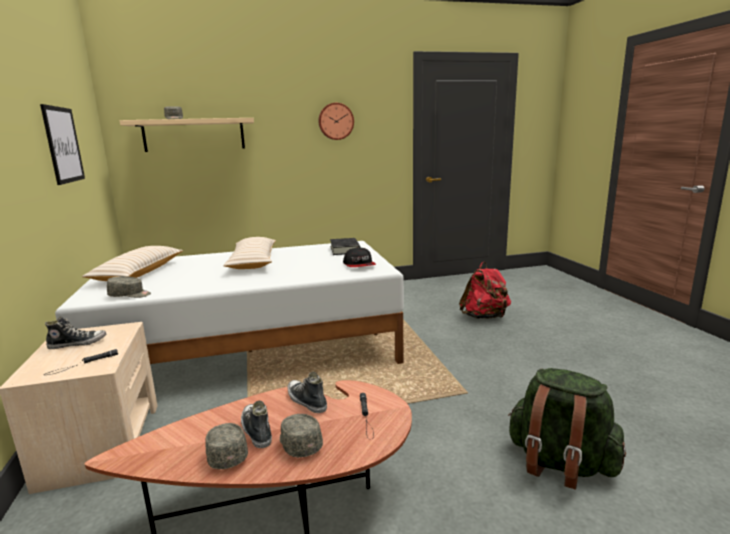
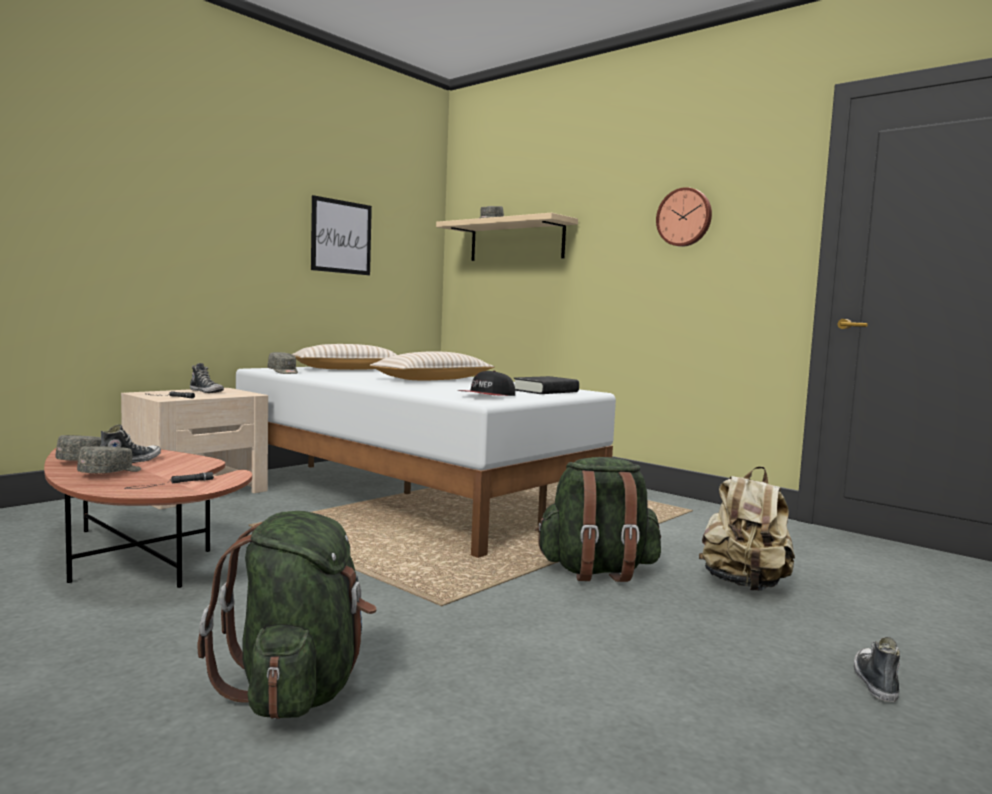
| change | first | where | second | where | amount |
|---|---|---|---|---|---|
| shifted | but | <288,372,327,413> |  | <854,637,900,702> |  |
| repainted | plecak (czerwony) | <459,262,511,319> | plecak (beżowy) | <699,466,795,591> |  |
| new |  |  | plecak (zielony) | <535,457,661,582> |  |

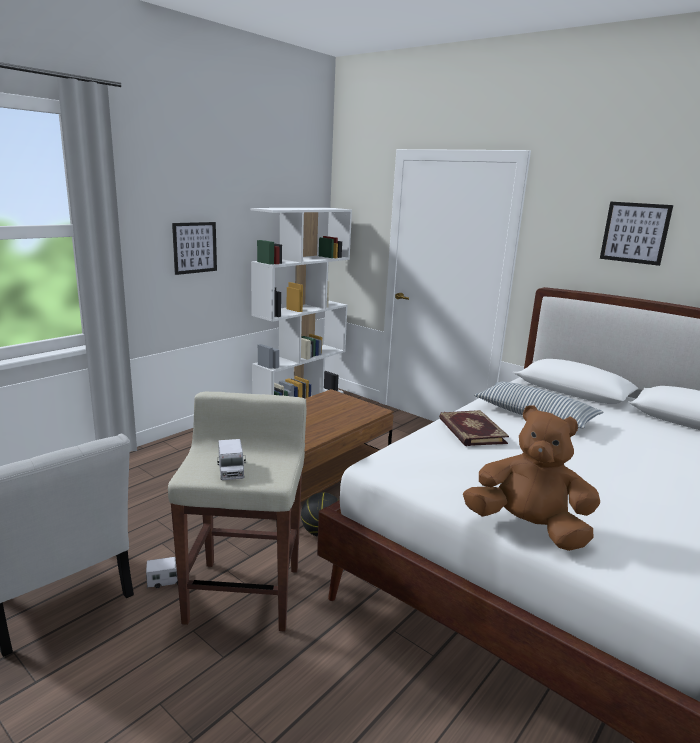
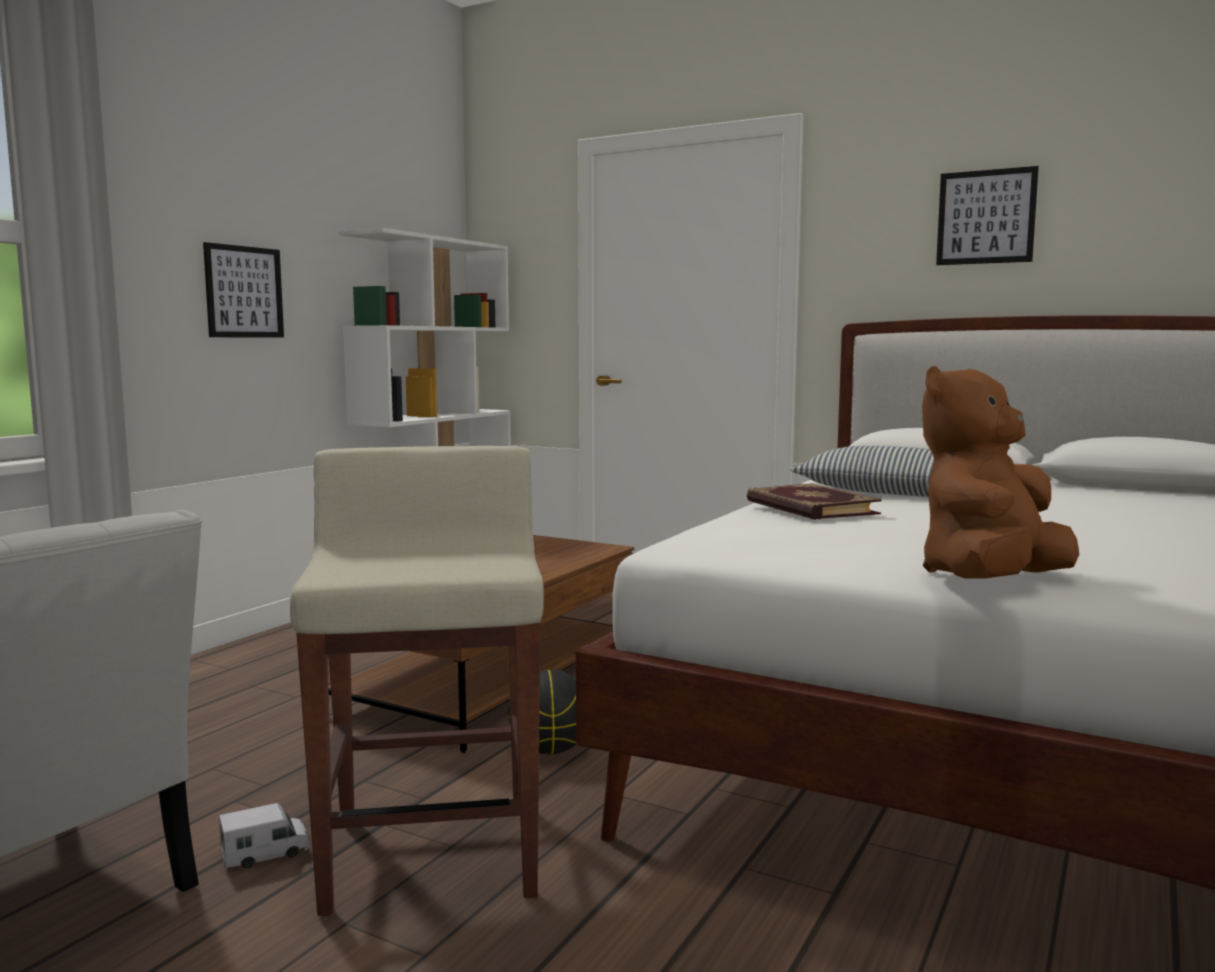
| change | first | where | second | where | amount |
|---|---|---|---|---|---|
| gone | ciężarówka zabawkowa | <217,439,246,480> |  |  |  |
| rotated | pluszak (brązowy) | <463,405,600,551> |  | <922,366,1079,579> | 60 degrees counterclockwise |

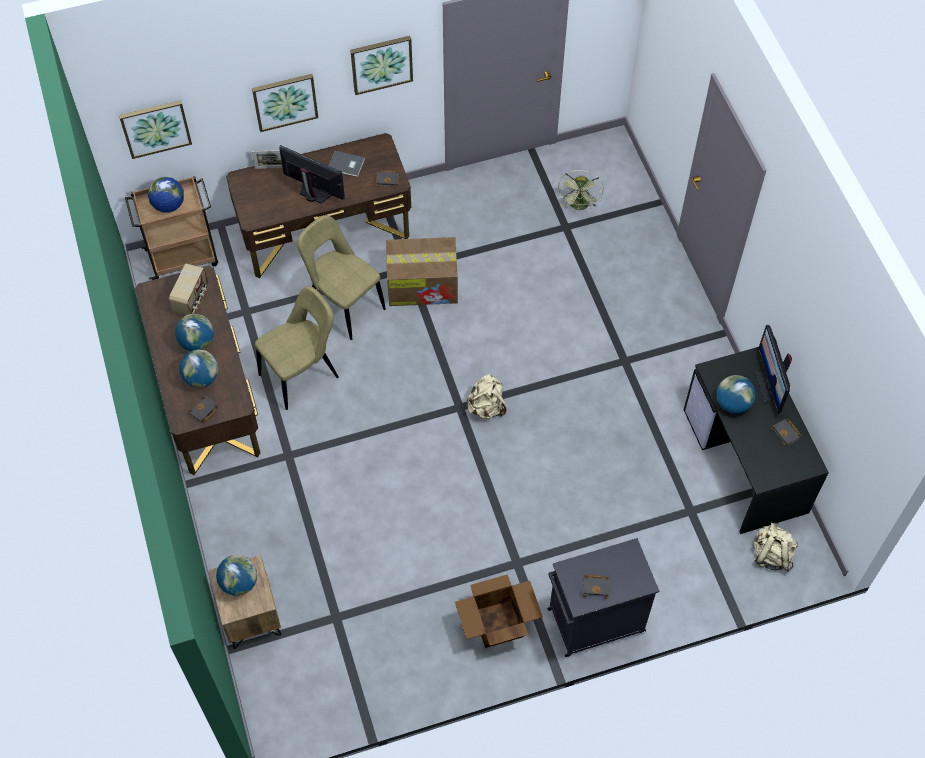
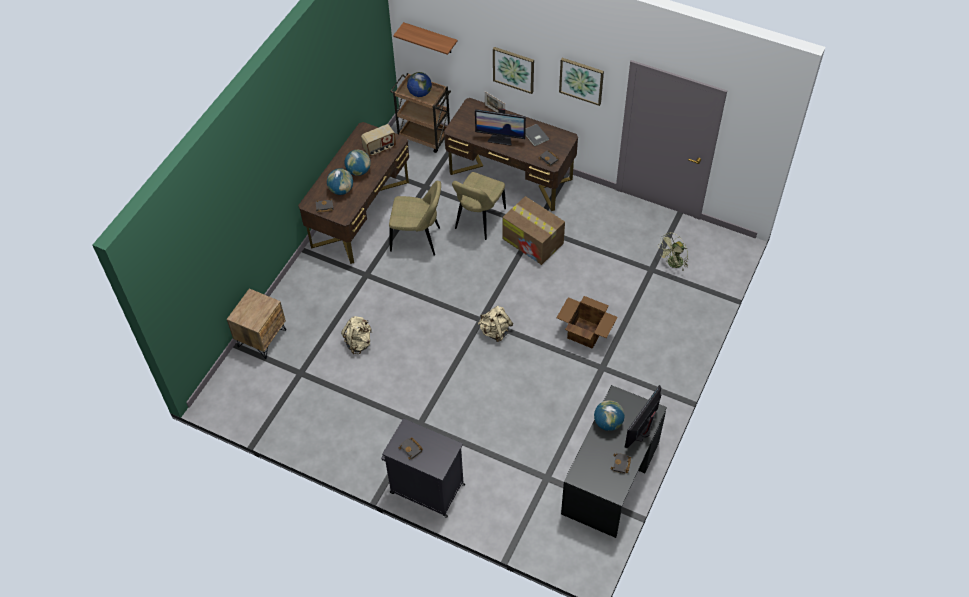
| change | first | where | second | where | amount |
|---|---|---|---|---|---|
| swapped | obraz | <119,100,192,159> | półka | <393,22,457,55> |  |
| gone | globus | <216,555,257,596> |  |  |  |
| rotated | monitor | <279,145,345,203> |  | <475,108,526,146> | 120 degrees clockwise |
| rotated | krzesło (beżowy) | <297,215,386,340> |  | <452,172,506,240> | 150 degrees counterclockwise |
| shifted | karton | <455,574,543,648> |  | <556,296,618,349> |  |
| shifted | plecak (beżowy) | <754,523,798,572> |  | <341,316,372,354> |  |

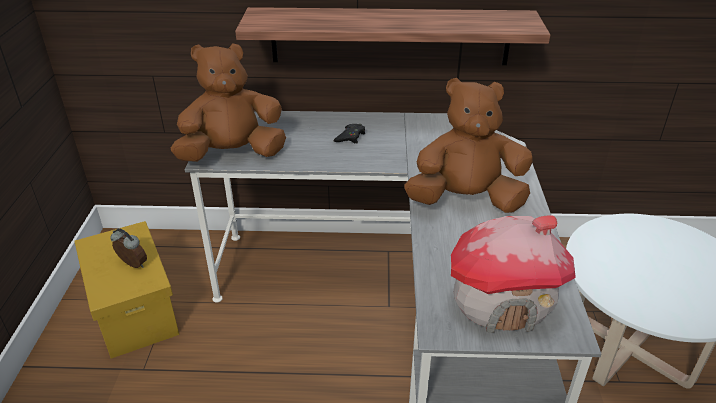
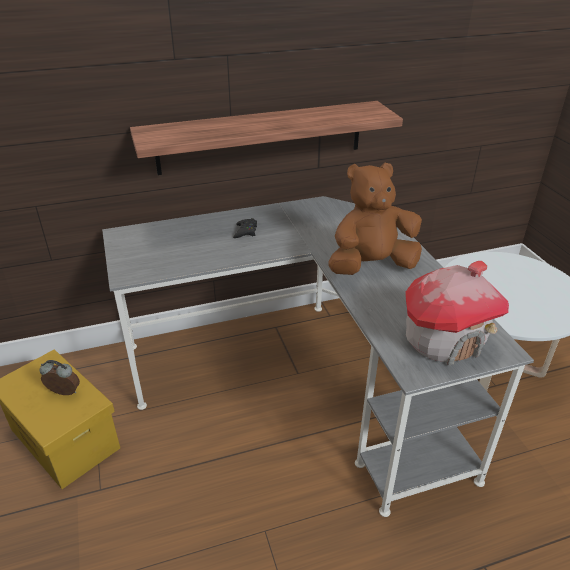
| change | first | where | second | where | amount |
|---|---|---|---|---|---|
| gone | pluszak (brązowy) | <171,43,286,162> |  |  |  |

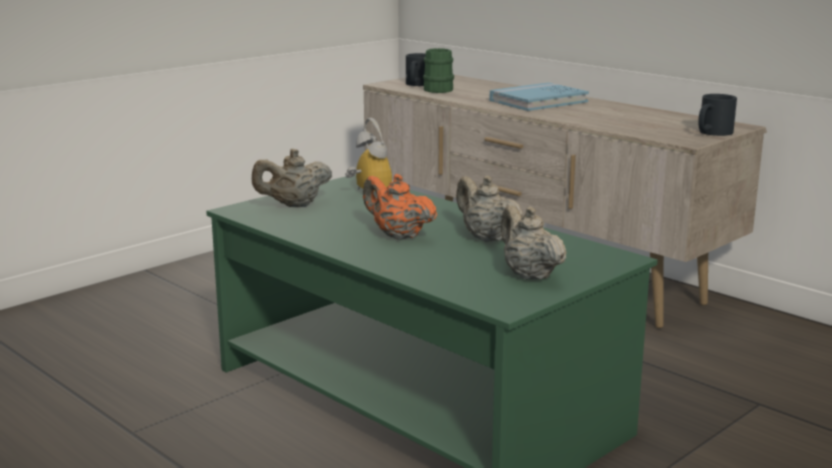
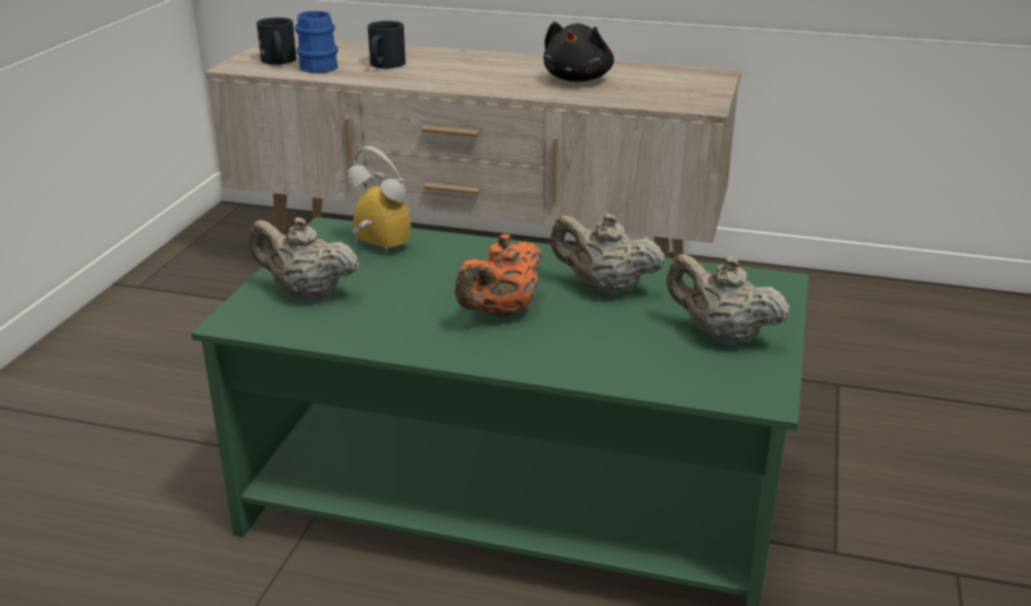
| change | first | where | second | where | amount |
|---|---|---|---|---|---|
| rotated | imbryk (beżowy) | <252,149,332,207> |  | <249,217,359,300> | 75 degrees clockwise |
| rotated | imbryk (pomarańczowy) | <363,174,437,240> |  | <455,234,542,318> | 60 degrees counterclockwise |
| repainted | kubek (zielony) | <423,48,454,93> | kubek (niebieski) | <295,11,338,73> |  |
| gone | książka (niebieski) | <489,82,589,111> |  |  |  |
| shifted | kubek (czarny) | <698,94,737,136> |  | <368,21,406,68> |  |
| new |  |  | pluszak (czarny) | <544,21,614,82> |  |

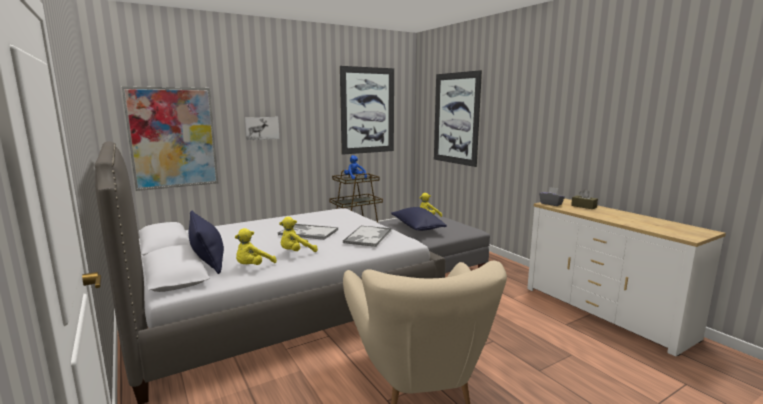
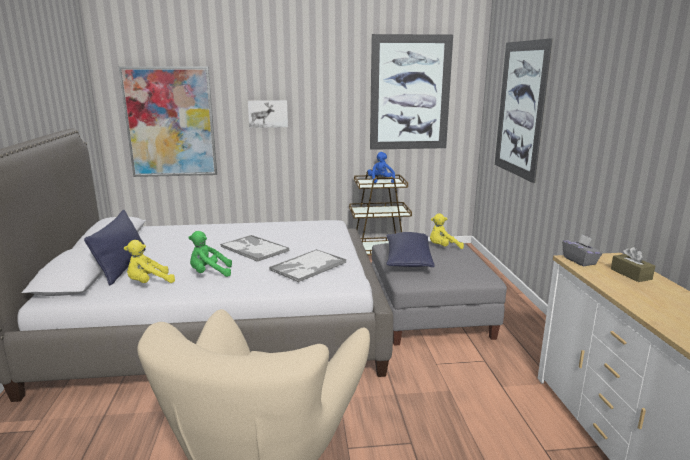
| change | first | where | second | where | amount |
|---|---|---|---|---|---|
| repainted | pluszak (żółty) | <279,217,318,252> | pluszak (zielony) | <188,231,232,277> |  |

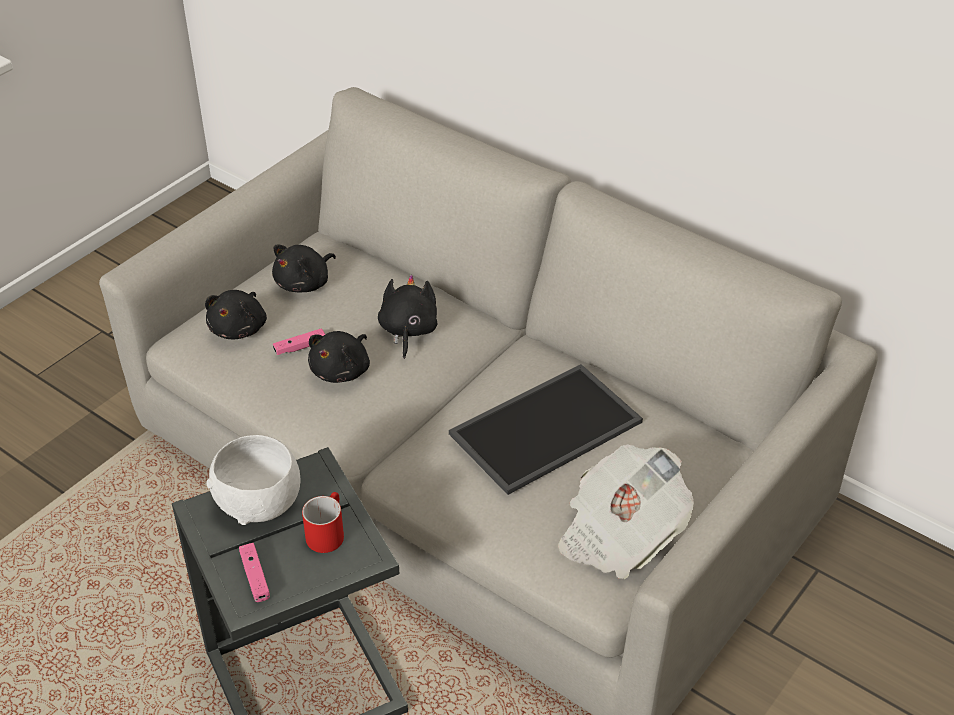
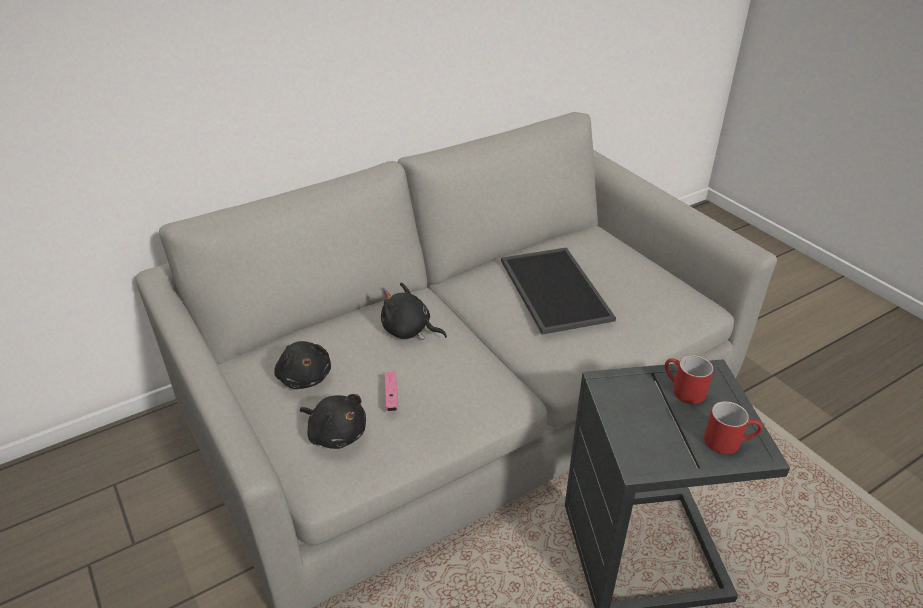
| change | first | where | second | where | amount |
|---|---|---|---|---|---|
| gone | miska (biały) | <207,435,300,525> |  |  |  |
| swapped | pad do gier (różowy) | <239,543,270,602> | kubek (czerwony) | <704,401,762,454> |  |
| gone | pluszak (czarny) | <308,331,370,383> |  |  |  |
| gone | gazeta | <558,444,694,579> |  |  |  |

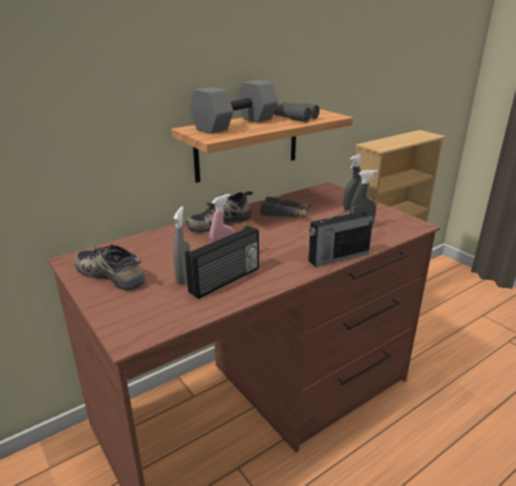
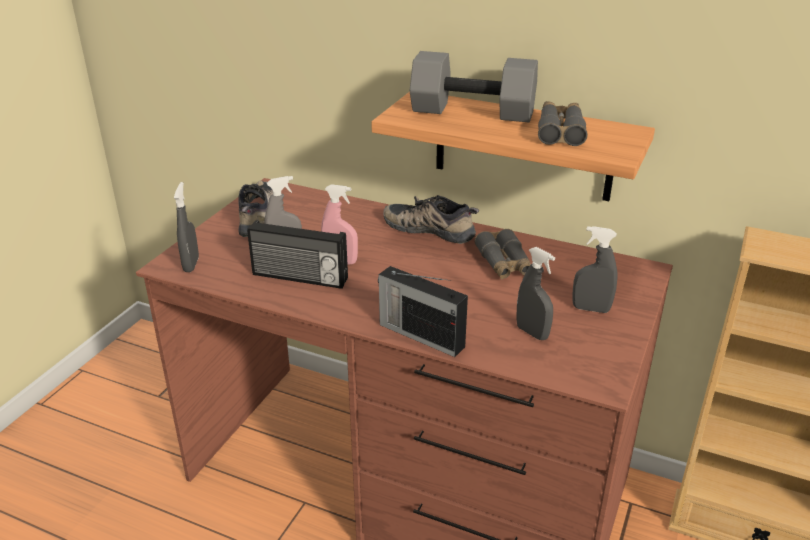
| change | first | where | second | where | amount |
|---|---|---|---|---|---|
| new |  |  | spryskiwacz (szary) | <174,182,199,272> |  |

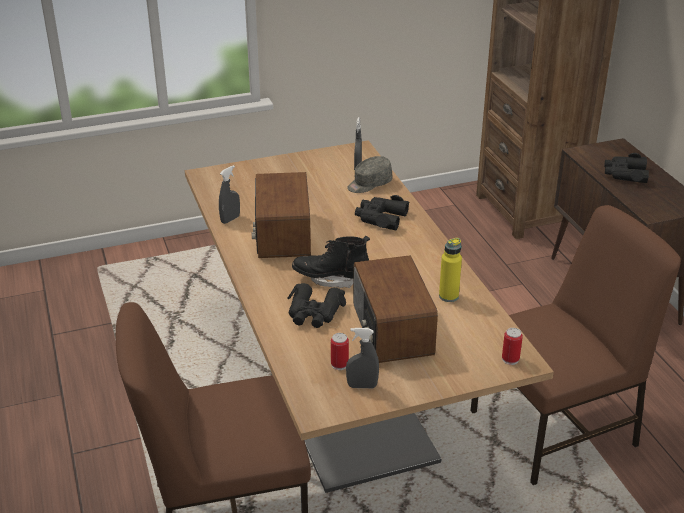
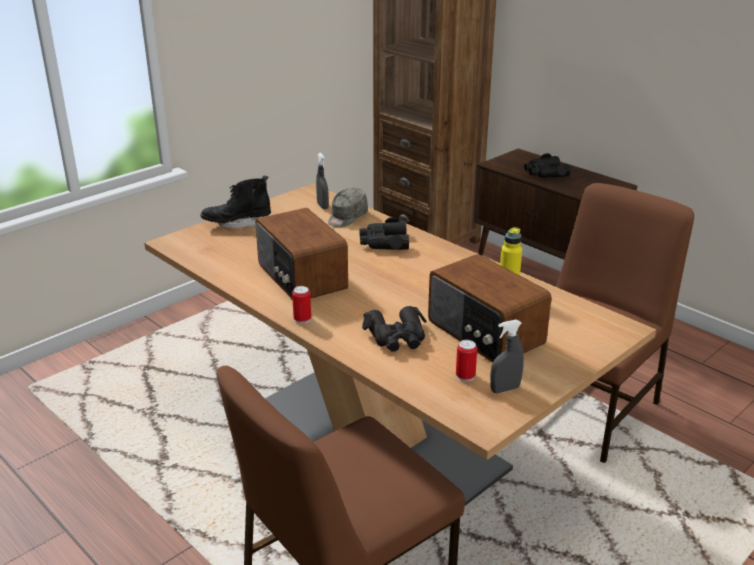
| change | first | where | second | where | amount |
|---|---|---|---|---|---|
| gone | spryskiwacz (szary) | <219,165,240,224> |  |  |  |
| shifted | but z cholewką (czarny) | <292,236,370,288> |  | <201,176,271,229> |  |
| shifted | puszka | <502,328,523,365> |  | <292,286,311,324> |  |

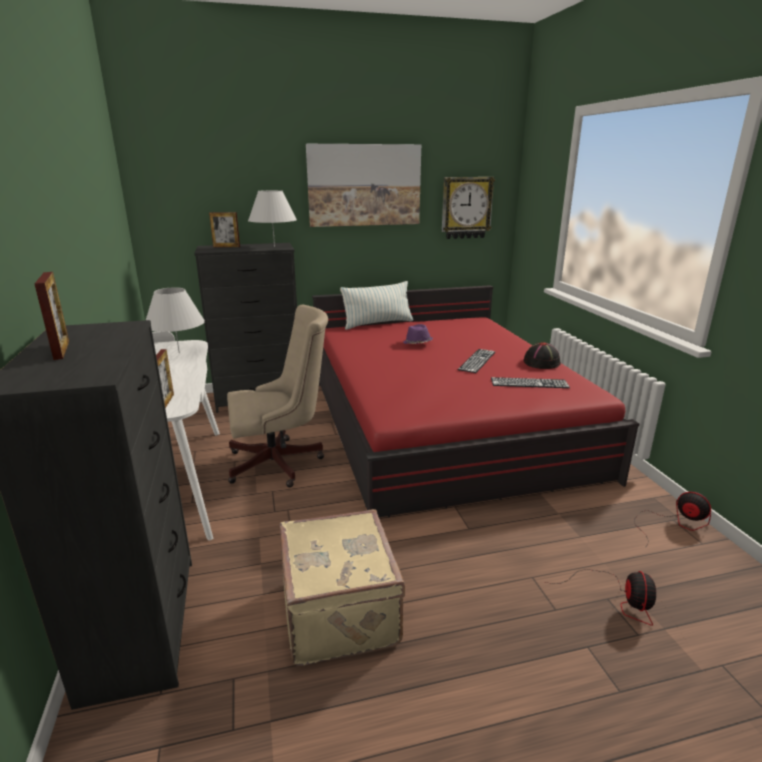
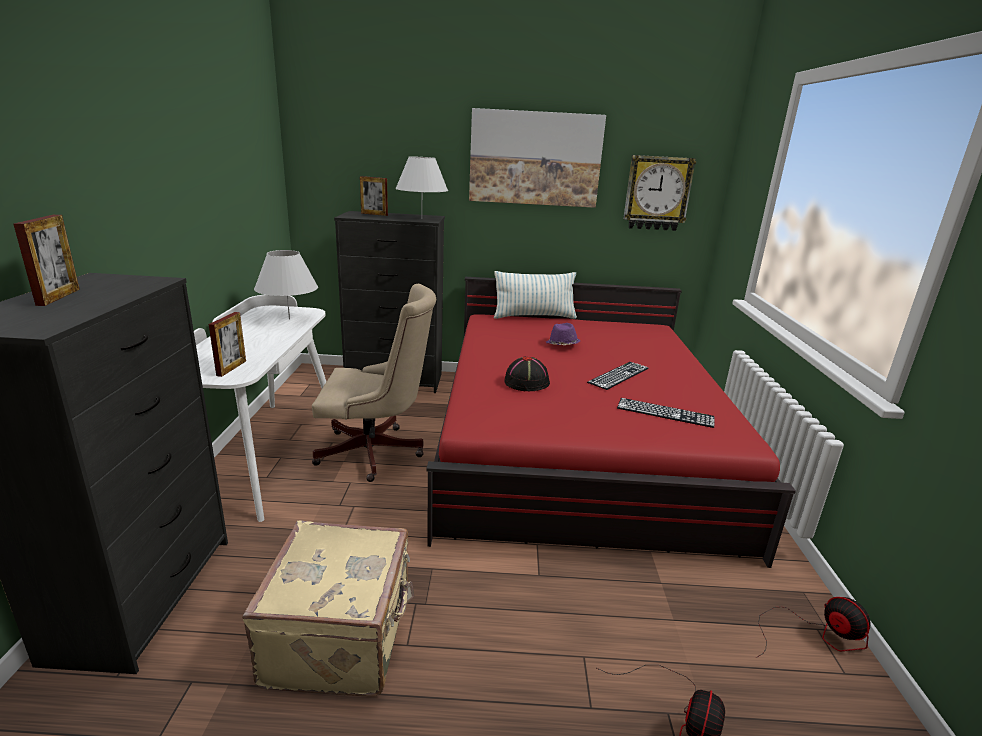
| change | first | where | second | where | amount |
|---|---|---|---|---|---|
| shifted | kapelusz (czarny) | <523,342,560,369> |  | <504,356,550,391> |  |

